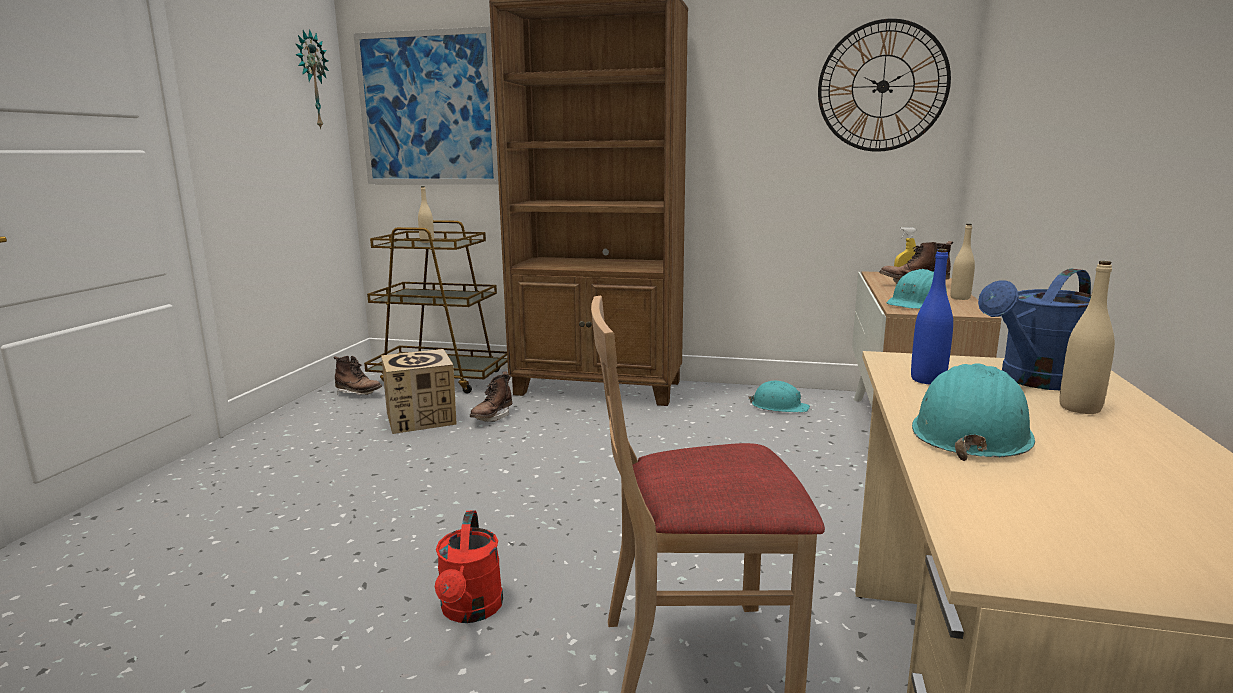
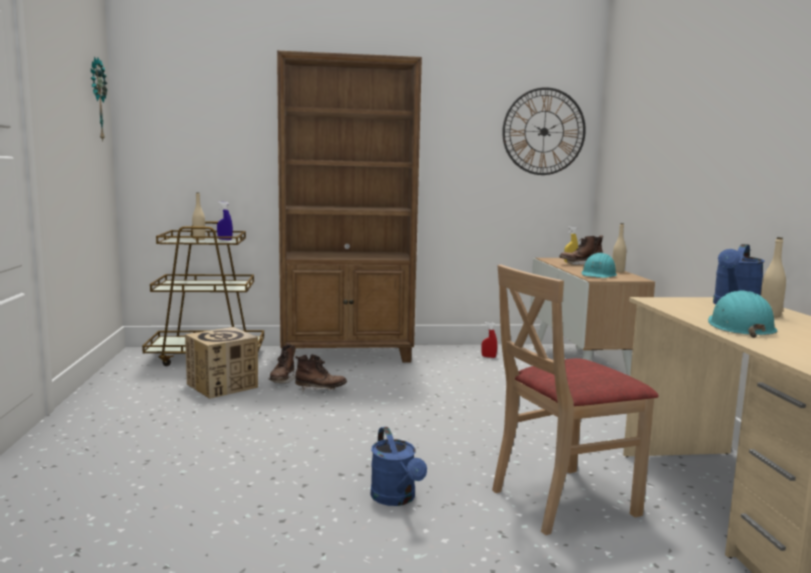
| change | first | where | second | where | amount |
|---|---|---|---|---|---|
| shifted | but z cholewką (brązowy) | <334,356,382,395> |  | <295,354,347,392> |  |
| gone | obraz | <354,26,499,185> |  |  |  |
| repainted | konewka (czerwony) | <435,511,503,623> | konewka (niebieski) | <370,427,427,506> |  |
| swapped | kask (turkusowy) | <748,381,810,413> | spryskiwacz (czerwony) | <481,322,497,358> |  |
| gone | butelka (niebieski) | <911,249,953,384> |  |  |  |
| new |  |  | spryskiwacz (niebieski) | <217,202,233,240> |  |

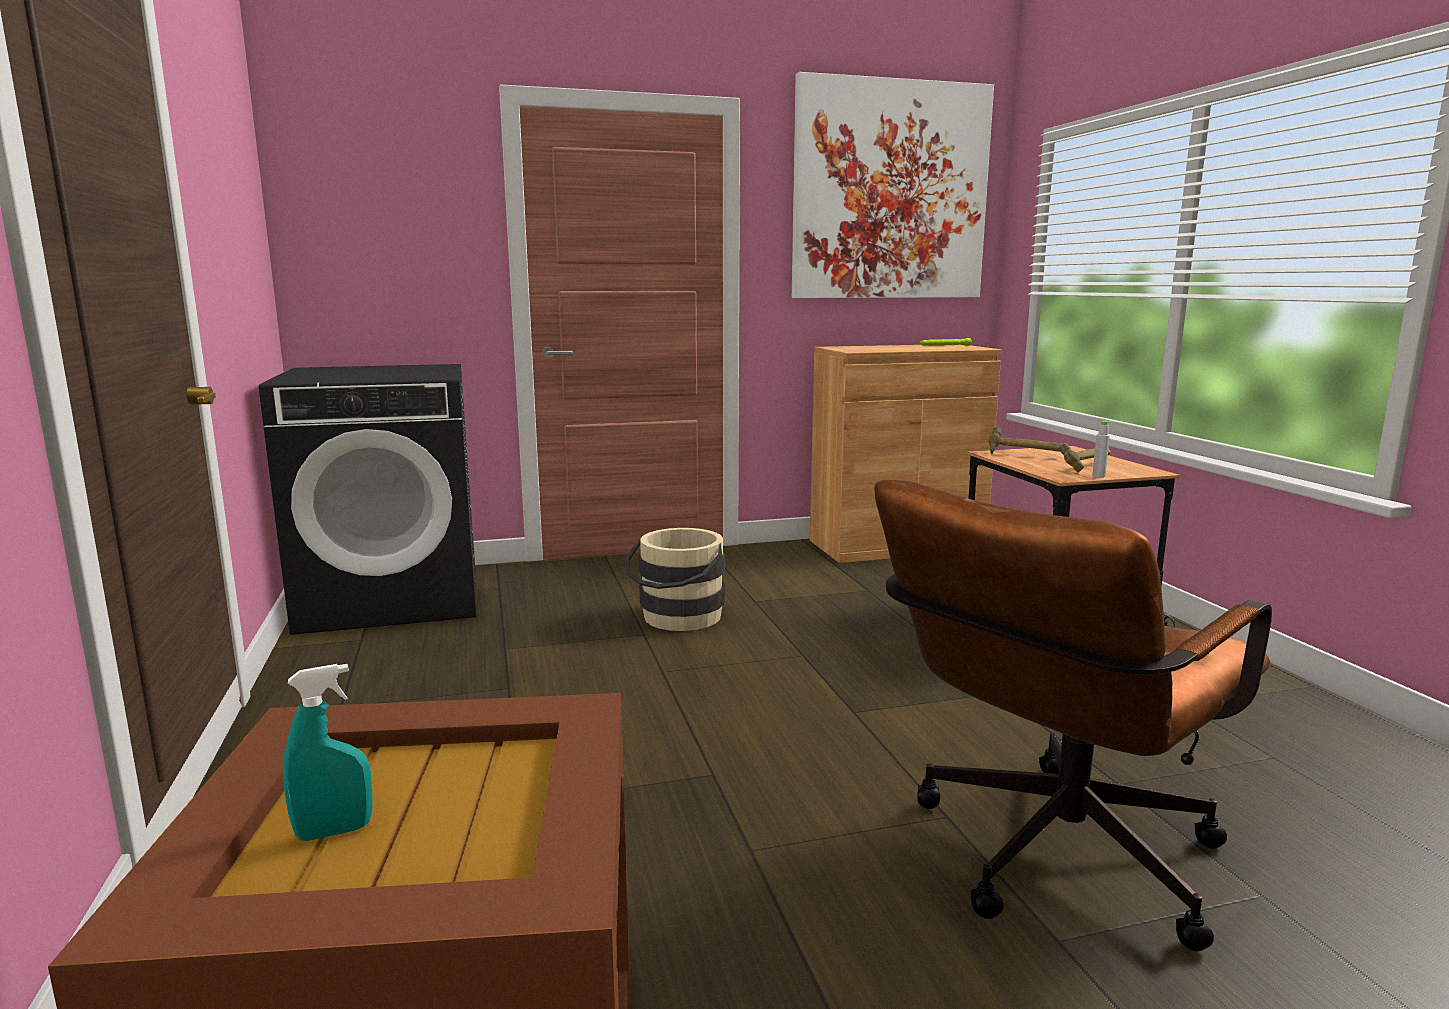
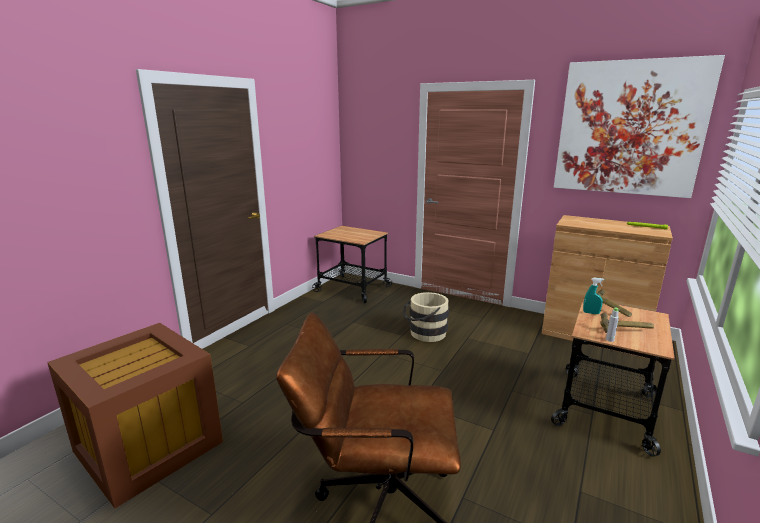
| change | first | where | second | where | amount |
|---|---|---|---|---|---|
| swapped | pralka (czarny) | <259,364,476,635> | wózek | <312,226,392,303> |  |
| shifted | spryskiwacz (turkusowy) | <283,664,373,841> |  | <583,278,604,314> |  |

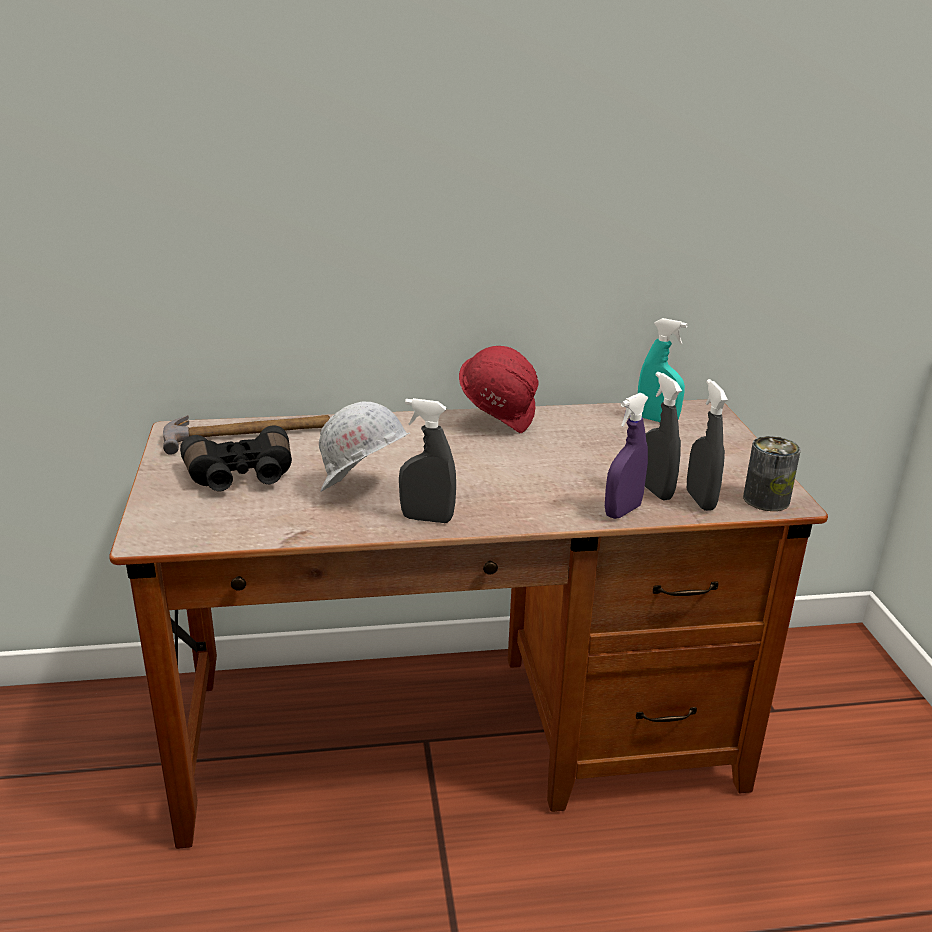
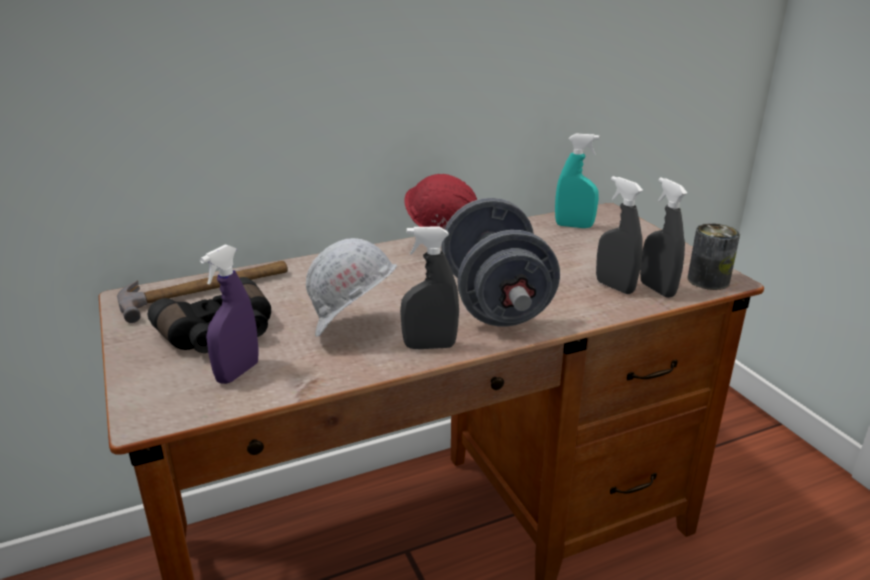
| change | first | where | second | where | amount |
|---|---|---|---|---|---|
| shifted | spryskiwacz (fioletowy) | <605,393,649,519> |  | <200,245,259,384> |  |
| new |  |  | hantel (szary) | <441,198,560,326> |  |

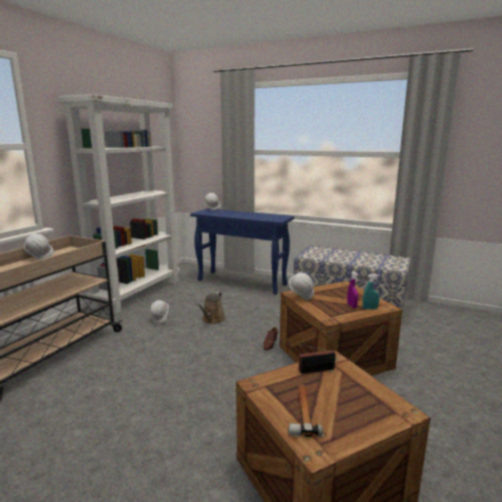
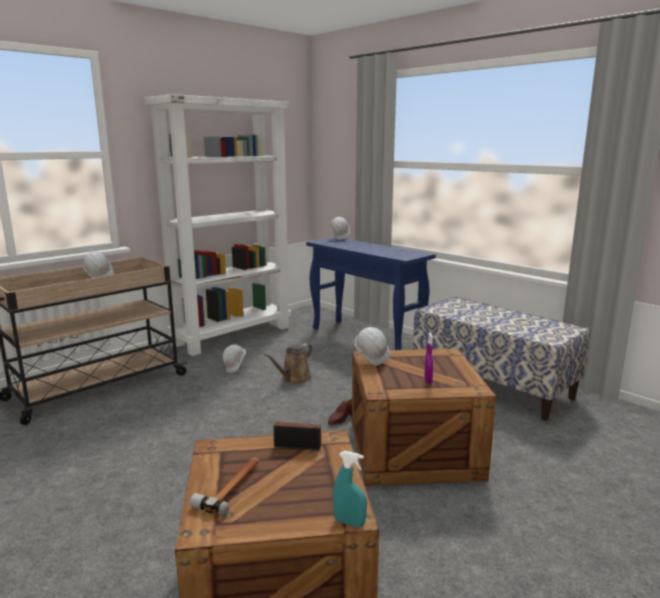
| change | first | where | second | where | amount |
|---|---|---|---|---|---|
| shifted | spryskiwacz (turkusowy) | <363,274,380,309> |  | <333,451,367,527> |  |

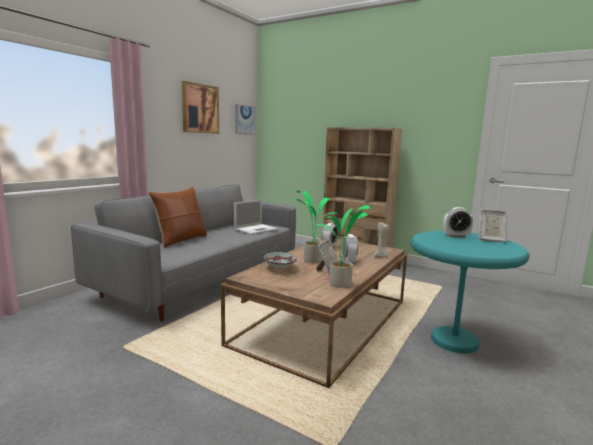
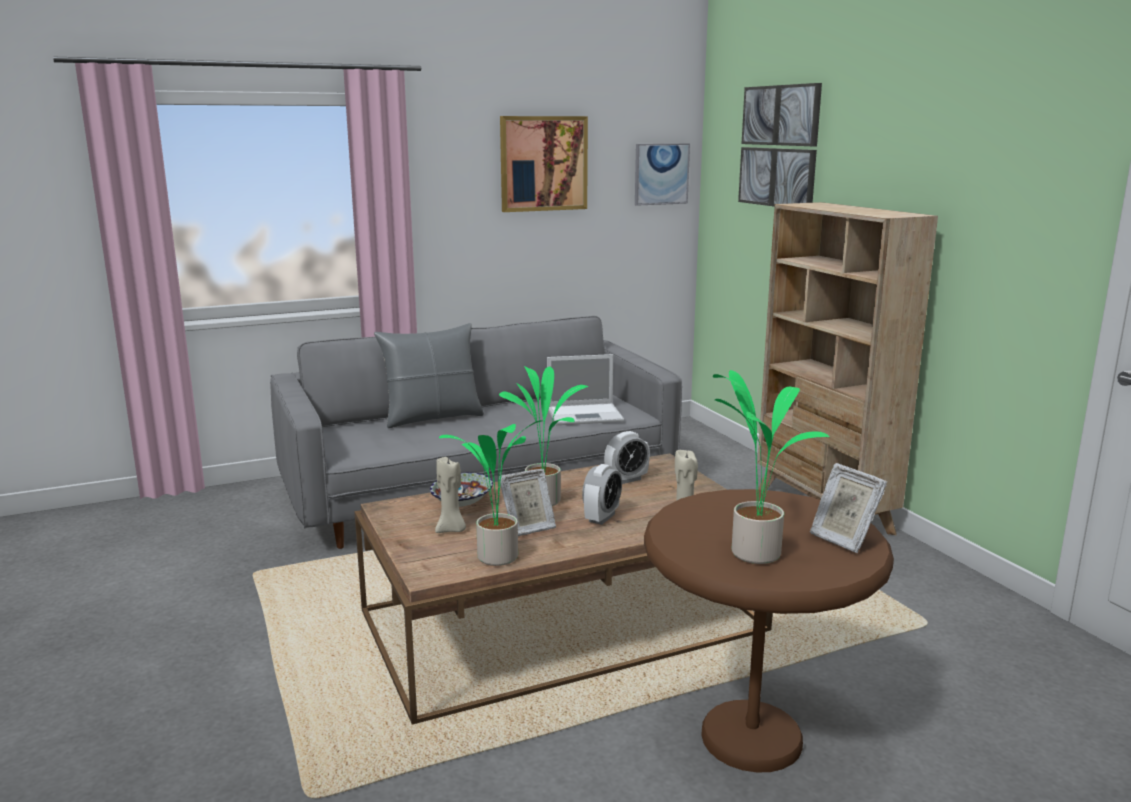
| change | first | where | second | where | amount |
|---|---|---|---|---|---|
| repainted | poduszka (brązowy) | <148,187,207,247> | poduszka (szary) | <374,323,484,428> |  |
| repainted | stolik (turkusowy) | <410,231,530,353> | stolik (brązowy) | <644,489,894,773> |  |
| gone | budzik | <443,207,473,238> |  |  |  |
| new |  |  | świeca (beżowy) | <435,457,466,533> |  |
| new |  |  | roślina doniczkowa | <713,370,830,564> |  |
| new |  |  | obraz | <738,83,822,207> |  |

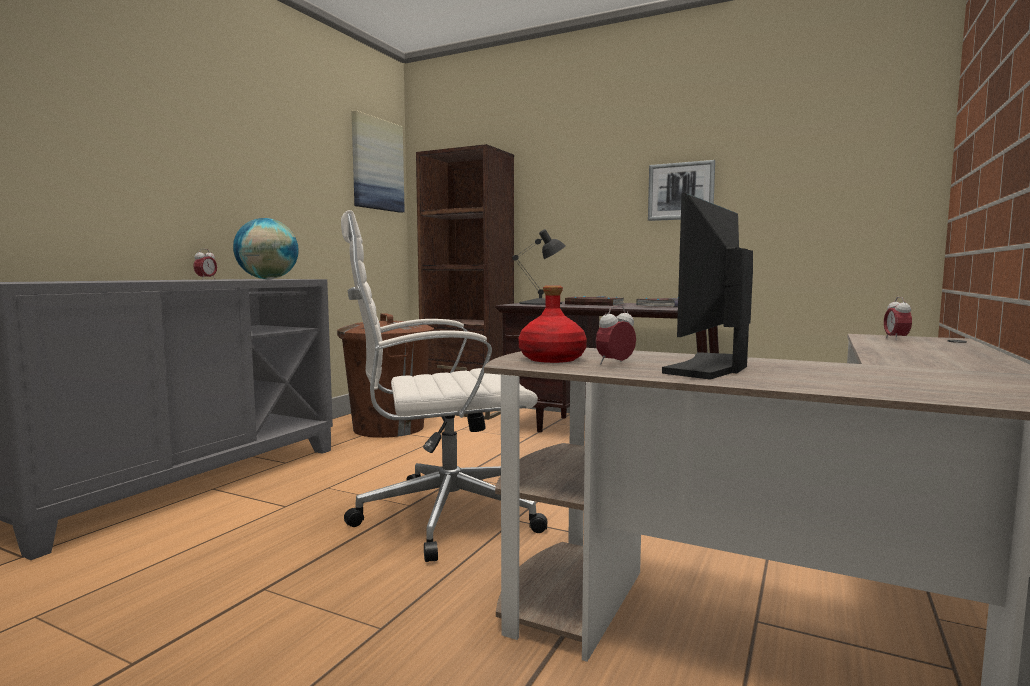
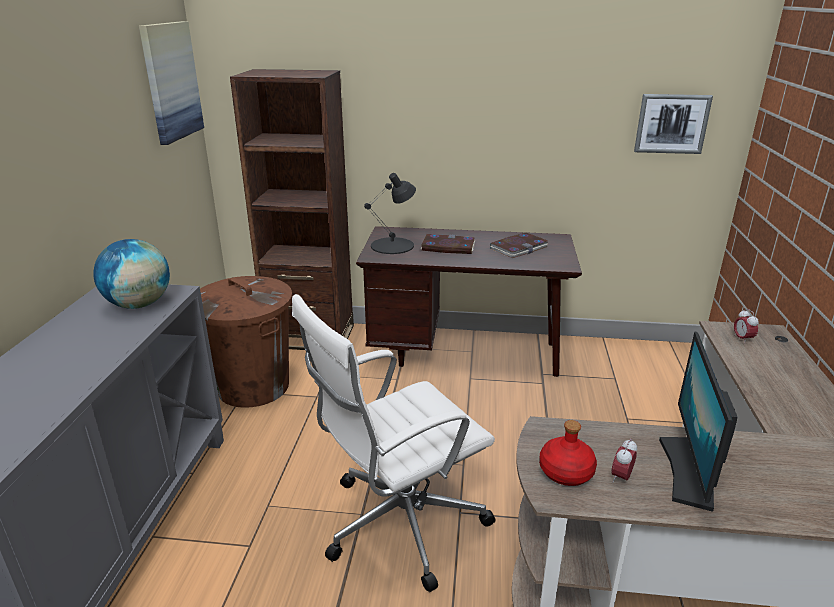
| change | first | where | second | where | amount |
|---|---|---|---|---|---|
| gone | budzik | <193,249,217,279> |  |  |  |
| shifted | obraz | <648,160,715,221> |  | <634,94,713,154> |  |

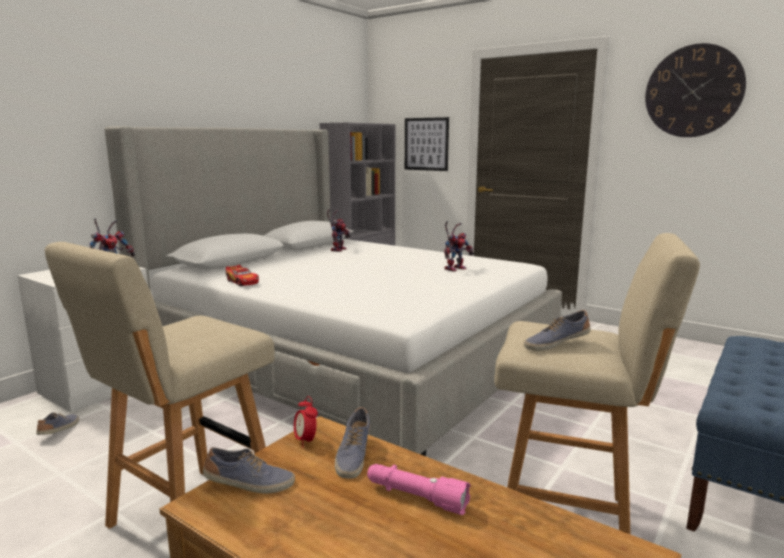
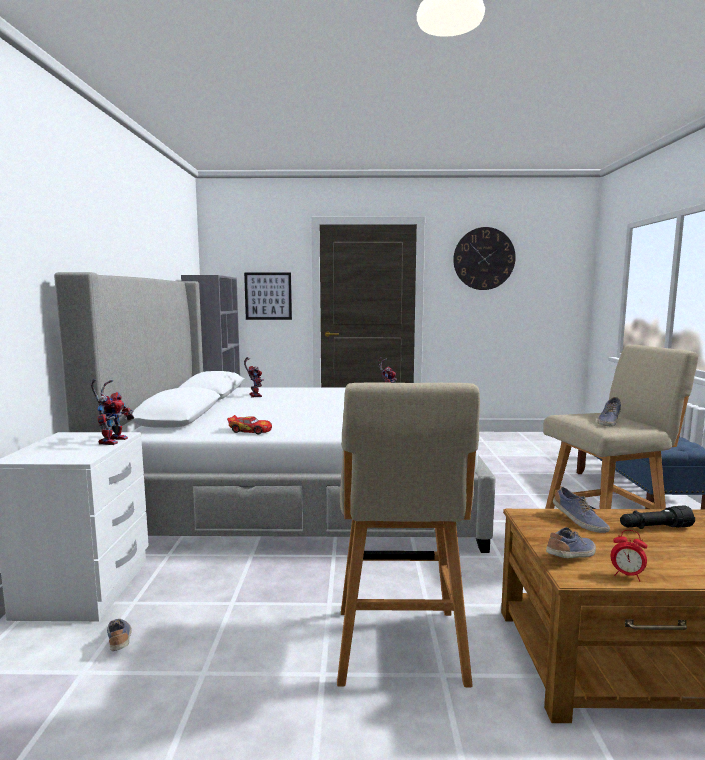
| change | first | where | second | where | amount |
|---|---|---|---|---|---|
| shifted | budzik | <294,396,318,448> |  | <611,530,647,582> |  |
| repainted | latarka (różowy) | <367,464,471,515> | latarka (czarny) | <620,505,695,529> |  |

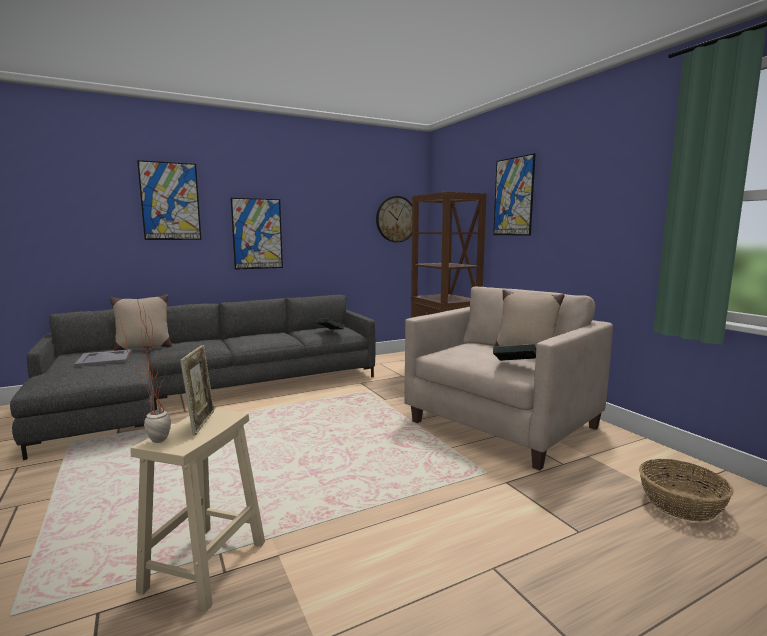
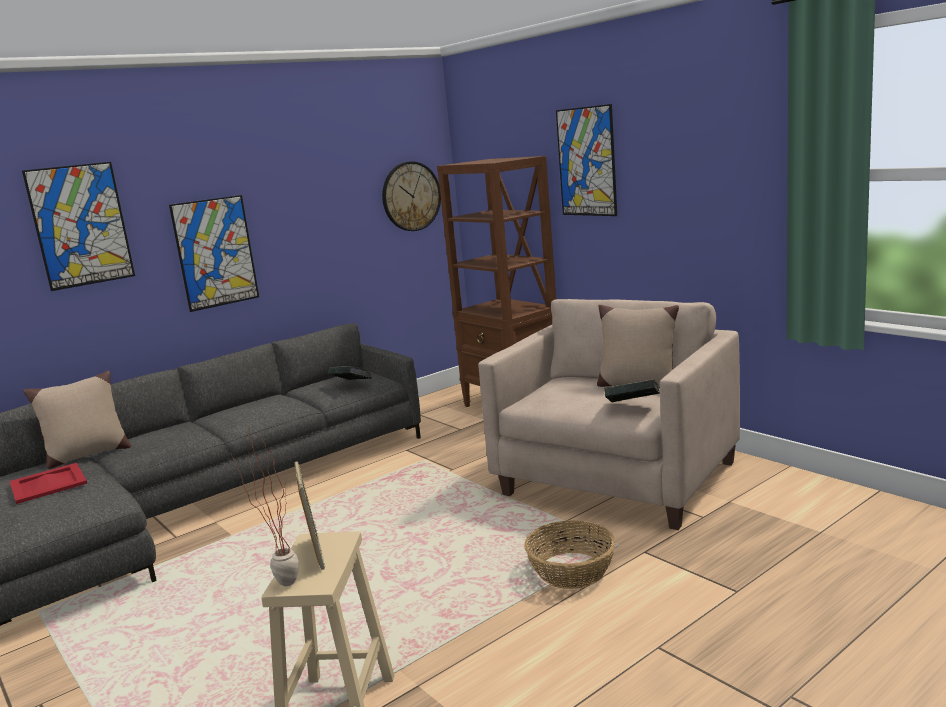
| change | first | where | second | where | amount |
|---|---|---|---|---|---|
| repainted | taca (szary) | <74,349,131,366> | taca (czerwony) | <9,463,87,504> |  |
| shifted | koszyk | <639,459,734,522> |  | <524,520,615,589> |  |

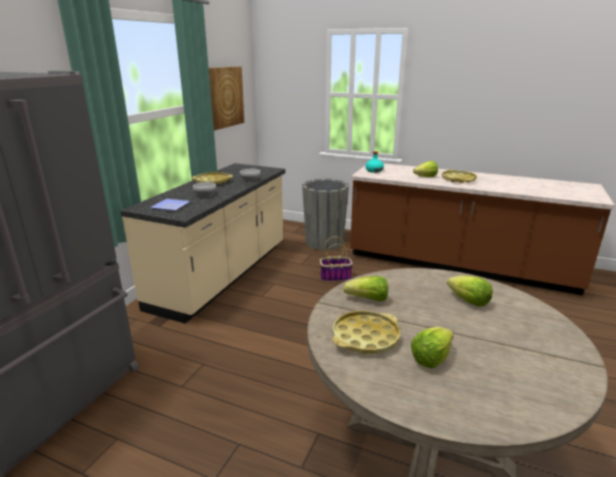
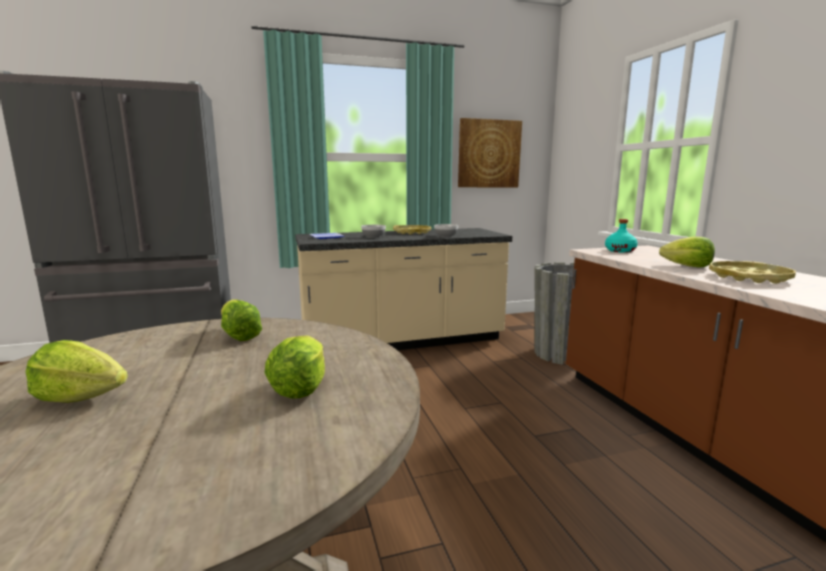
| change | first | where | second | where | amount |
|---|---|---|---|---|---|
| gone | koszyk | <320,237,353,282> |  |  |  |
| gone | taca (żółty) | <333,311,400,354> |  |  |  |

